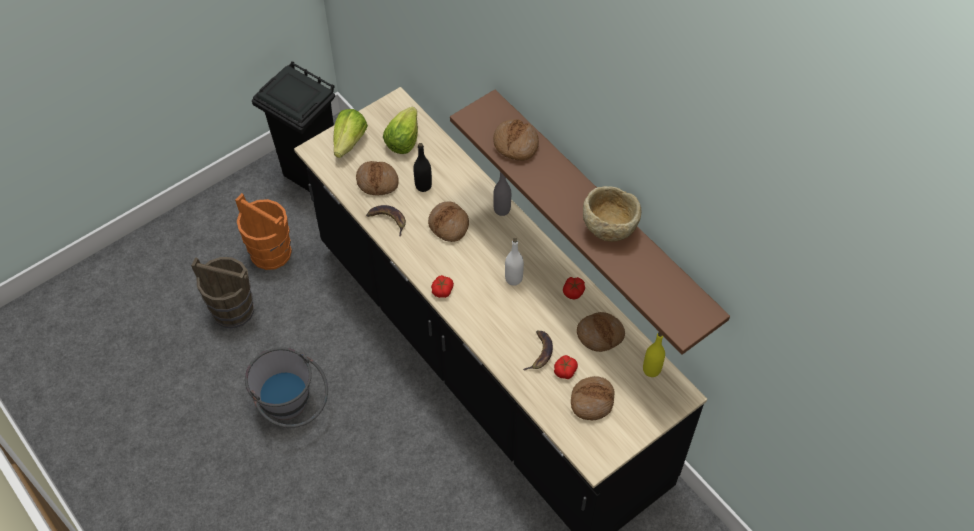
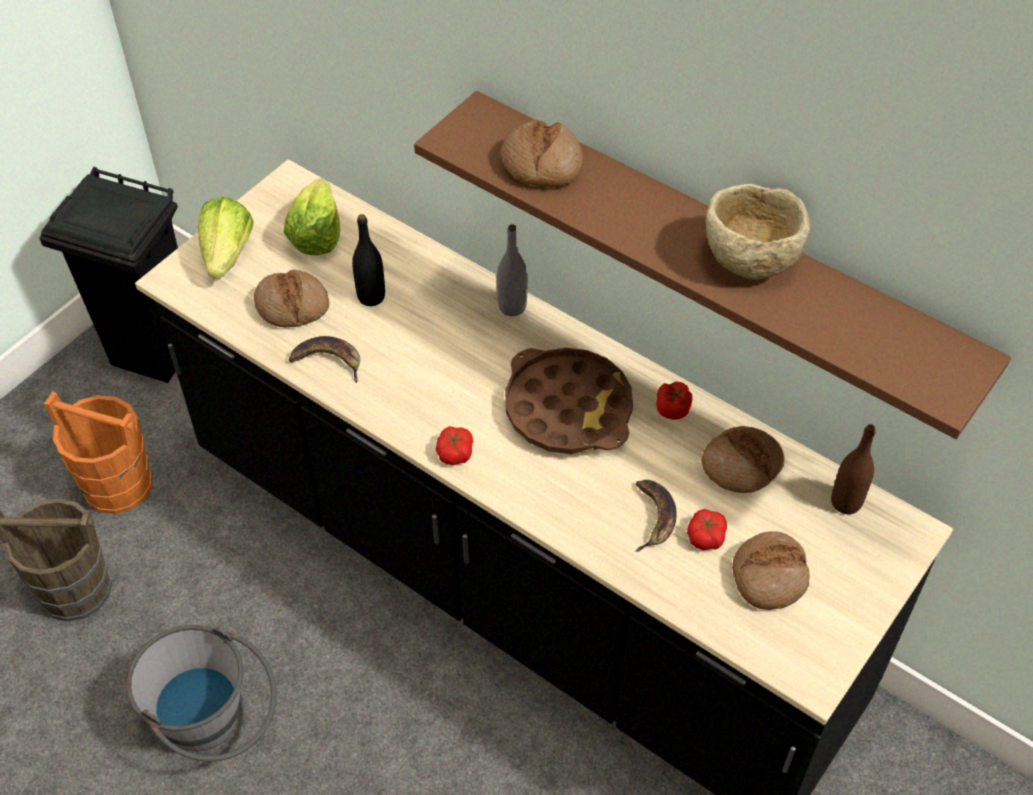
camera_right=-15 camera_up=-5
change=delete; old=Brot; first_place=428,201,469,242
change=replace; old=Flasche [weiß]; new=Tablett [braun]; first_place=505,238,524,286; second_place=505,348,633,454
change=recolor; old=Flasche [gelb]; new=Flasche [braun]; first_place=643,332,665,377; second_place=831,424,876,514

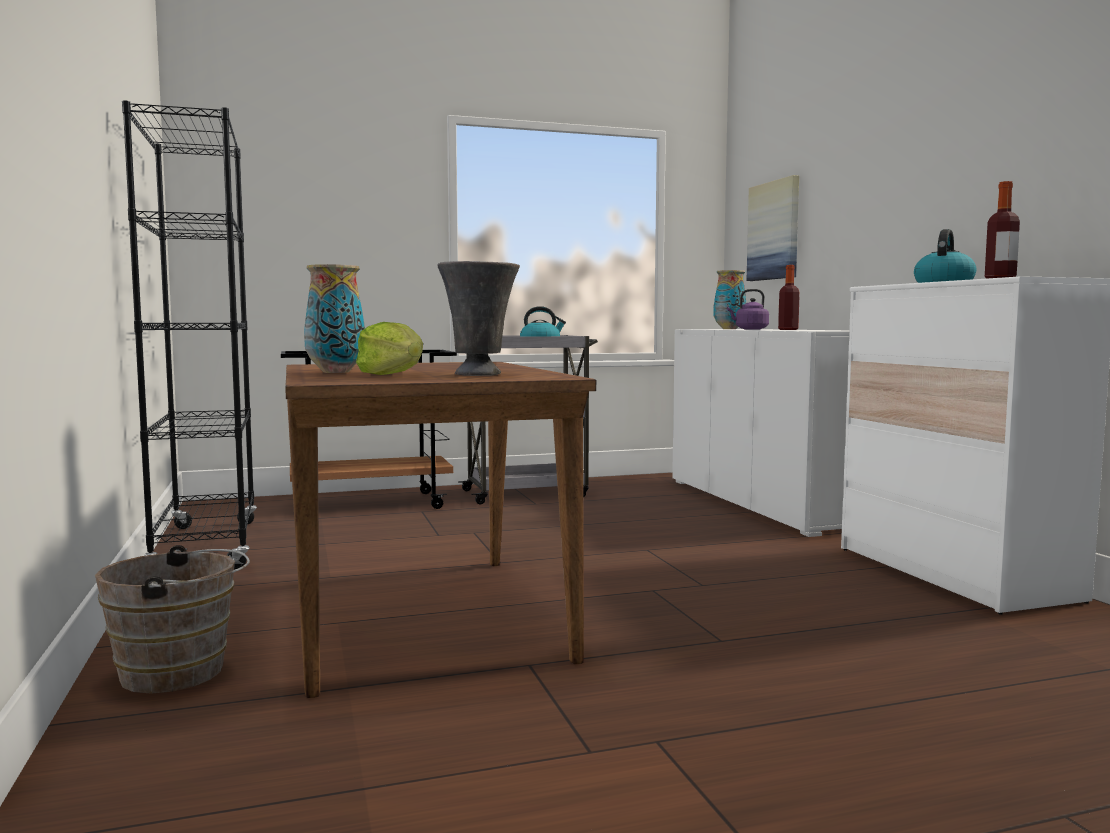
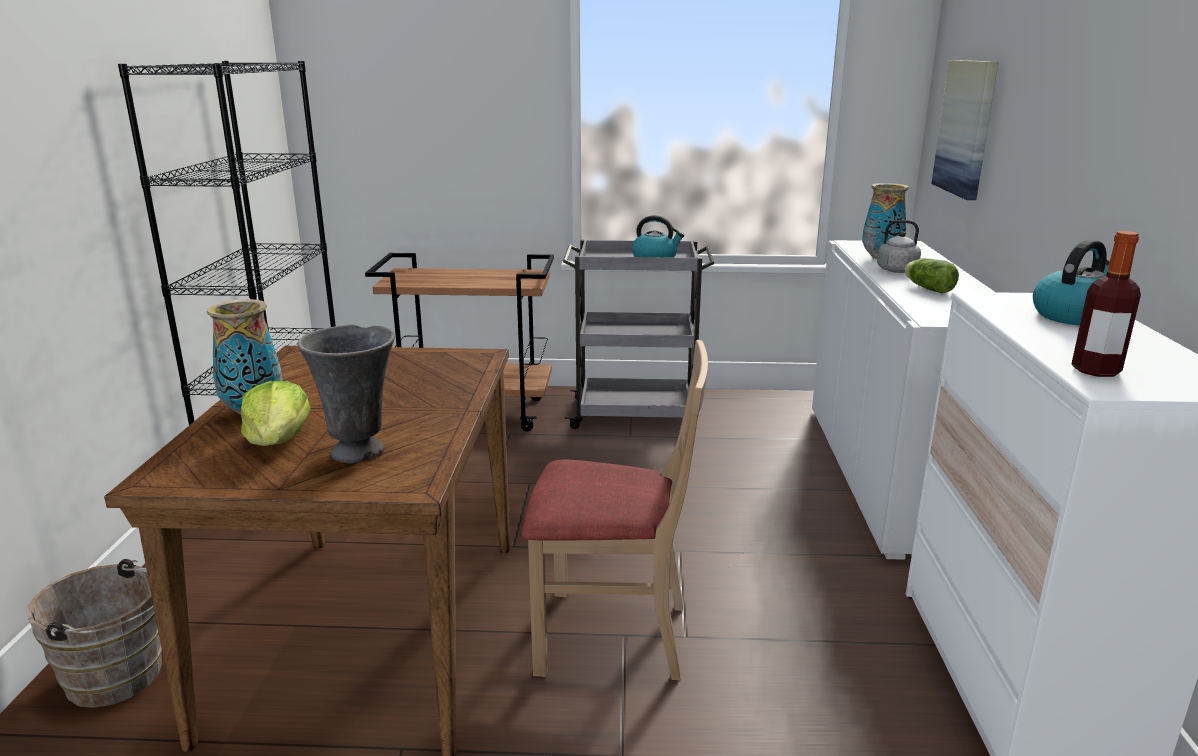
camera_right=20 camera_up=15
change=insert; new=Stuhl [beige]; second_place=522,340,708,680
change=replace; old=Flasche; new=Salatkopf; first_place=778,265,800,330; second_place=904,258,959,294
change=recolor; old=Wasserkessel [lila]; new=Wasserkessel [grau]; first_place=727,289,769,330; second_place=867,220,921,273

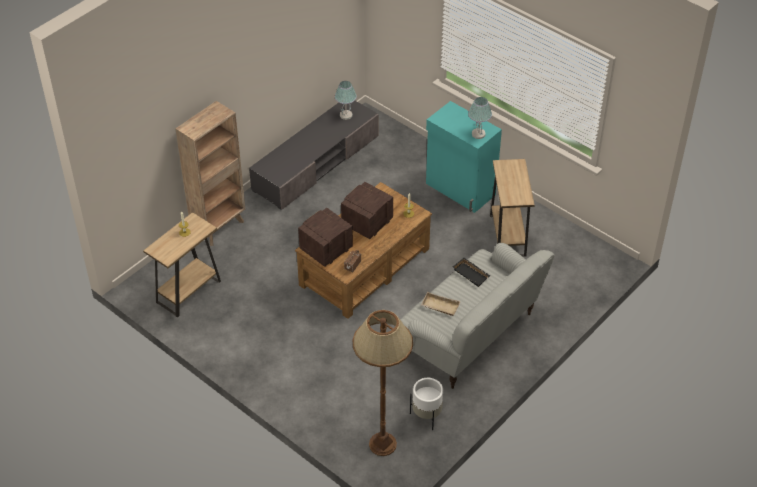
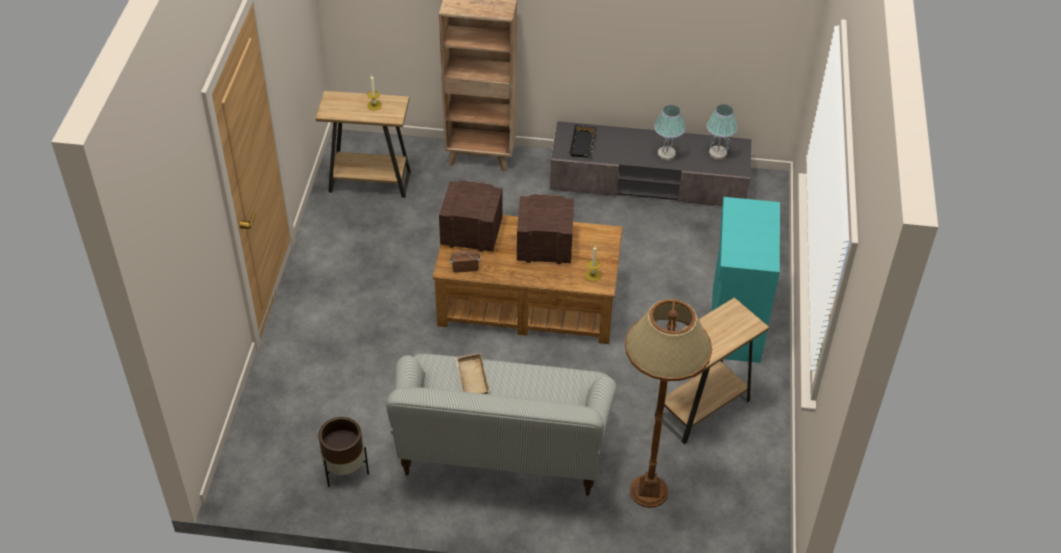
camera_right=55 camera_up=0
change=move; old=Stehlampe [braun]; first_place=353,310,413,456; second_place=625,299,712,508
change=move; old=Tablett [schwarz]; first_place=453,258,490,287; second_place=569,124,597,158
change=move; old=Tischlampe; first_place=468,97,492,139; second_place=654,105,685,161
change=recolor; old=Pflanzkübel [weiß]; new=Pflanzkübel [braun]; first_place=410,378,443,430; second_place=318,417,369,487

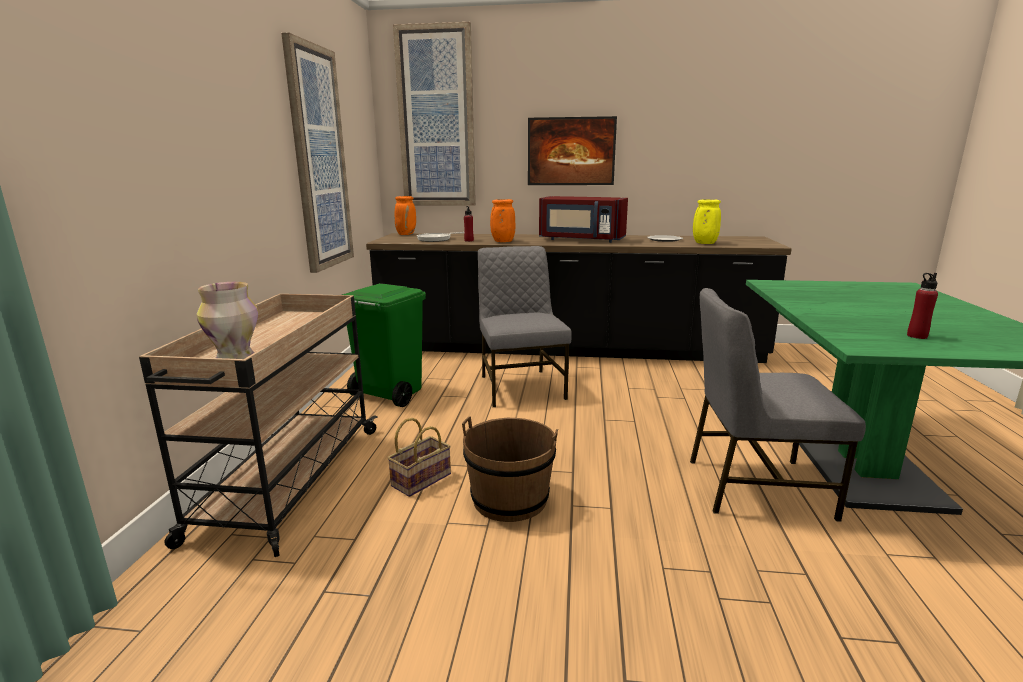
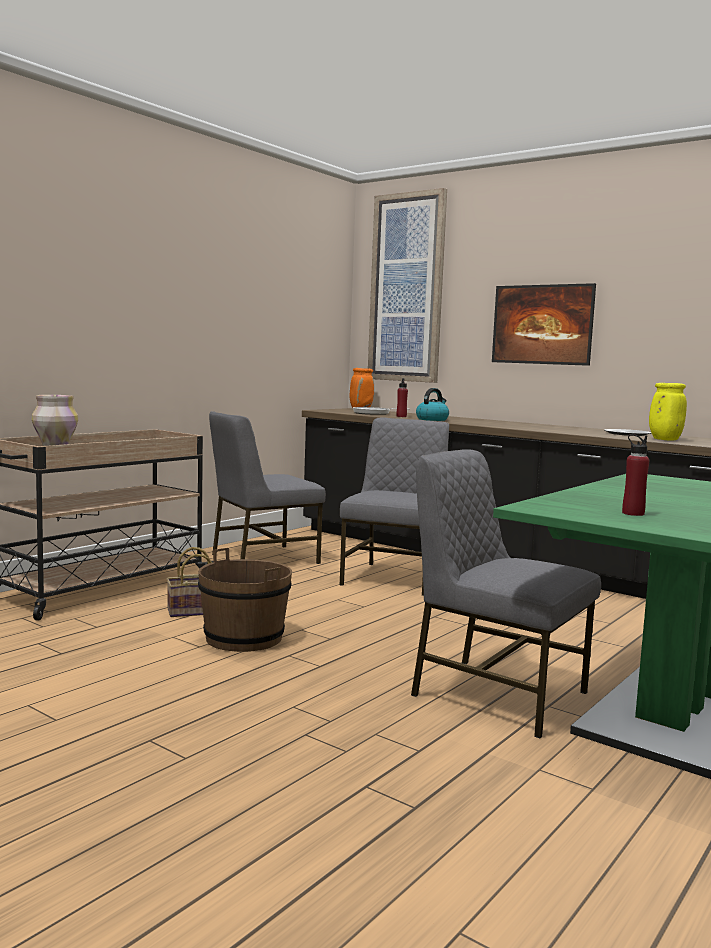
camera_right=30 camera_up=-10
change=delete; old=Bild; first_place=281,33,354,273
change=delete; old=Mikrowelle [rot]; first_place=539,196,628,243
change=replace; old=Mülleimer [grün]; new=Stuhl [grau]; first_place=342,283,426,407; second_place=209,411,326,564
change=replace; old=Vase [orange]; new=Wasserkessel; first_place=490,199,515,242; second_place=416,388,449,421

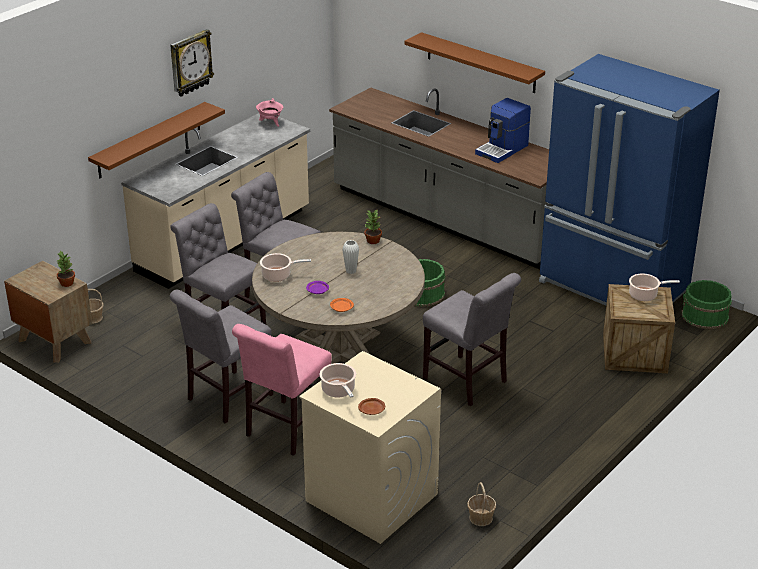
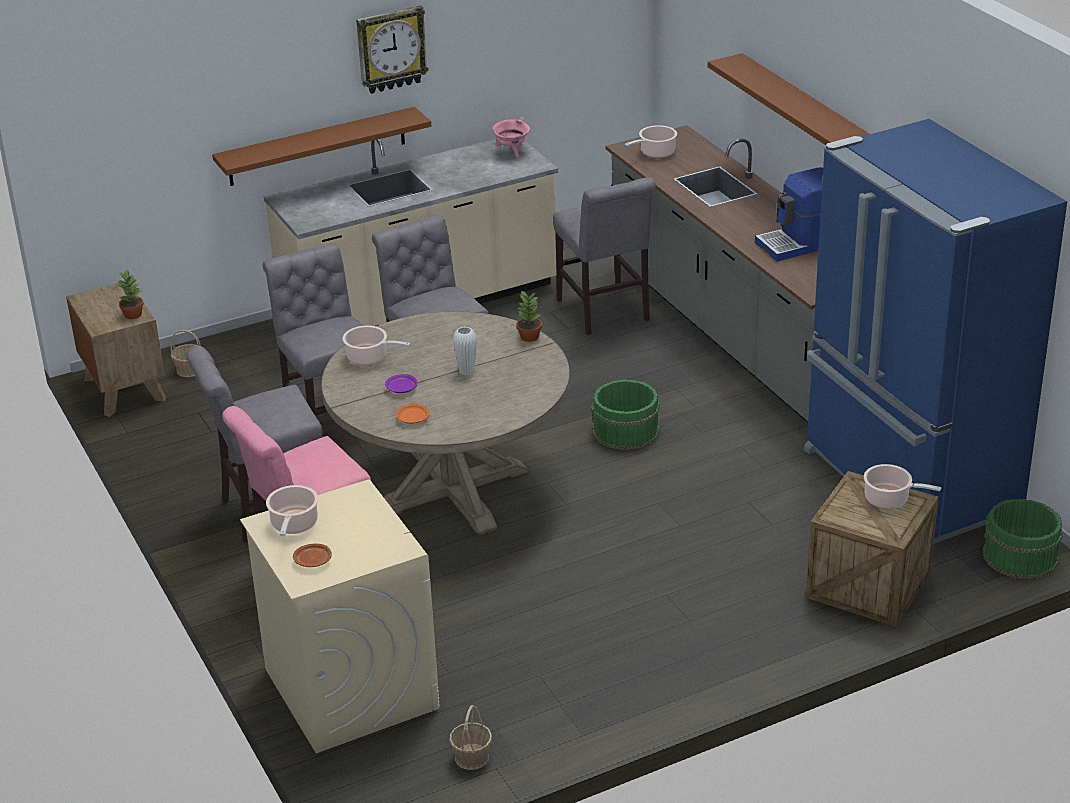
camera_right=25 camera_up=0
change=insert; new=Kochtopf; second_place=625,125,677,158
change=move; old=Stuhl [grau]; first_place=423,273,521,406; second_place=553,177,656,335

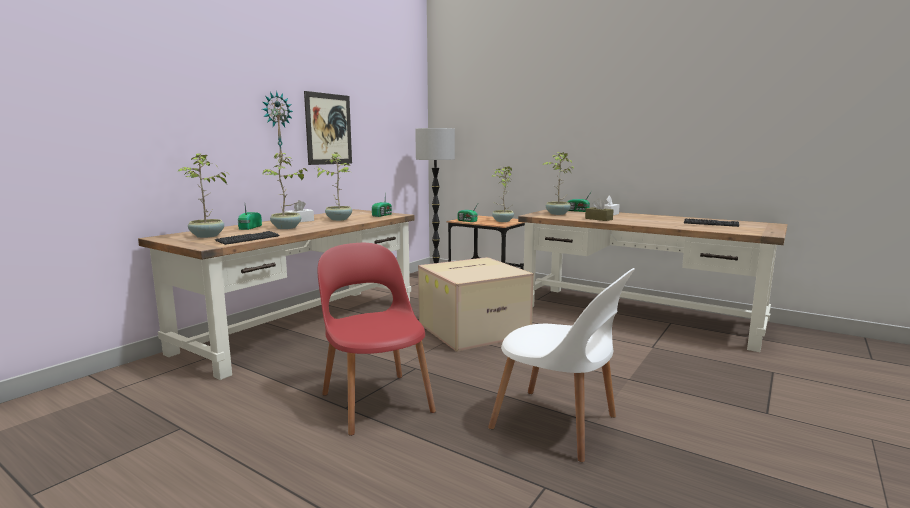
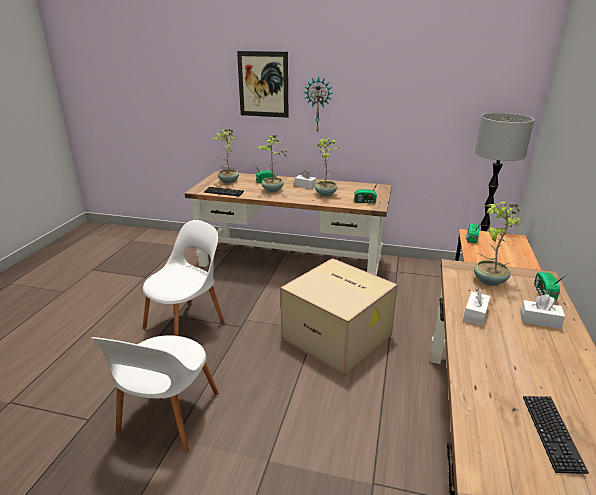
camera_right=70 camera_up=15
change=delete; old=Topfpflanze; first_place=491,166,514,222
change=move; old=Bild; first_place=304,91,352,165; second_place=237,51,288,118
change=recolor; old=Stuhl [rot]; new=Stuhl [weiß]; first_place=317,243,436,436; second_place=143,220,225,336
change=recolor; old=Taschentuchbox [braun]; new=Taschentuchbox [weiß]; first_place=585,199,613,221; second_place=463,288,490,326

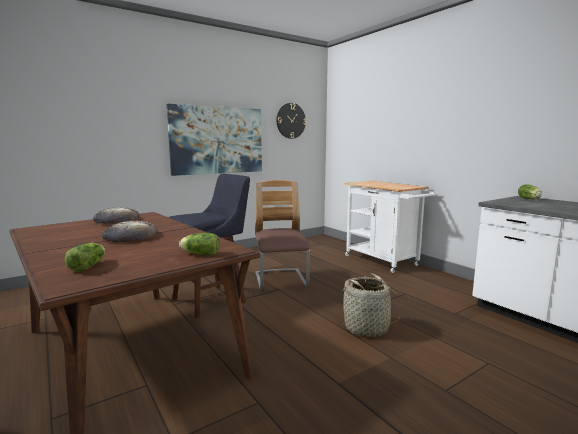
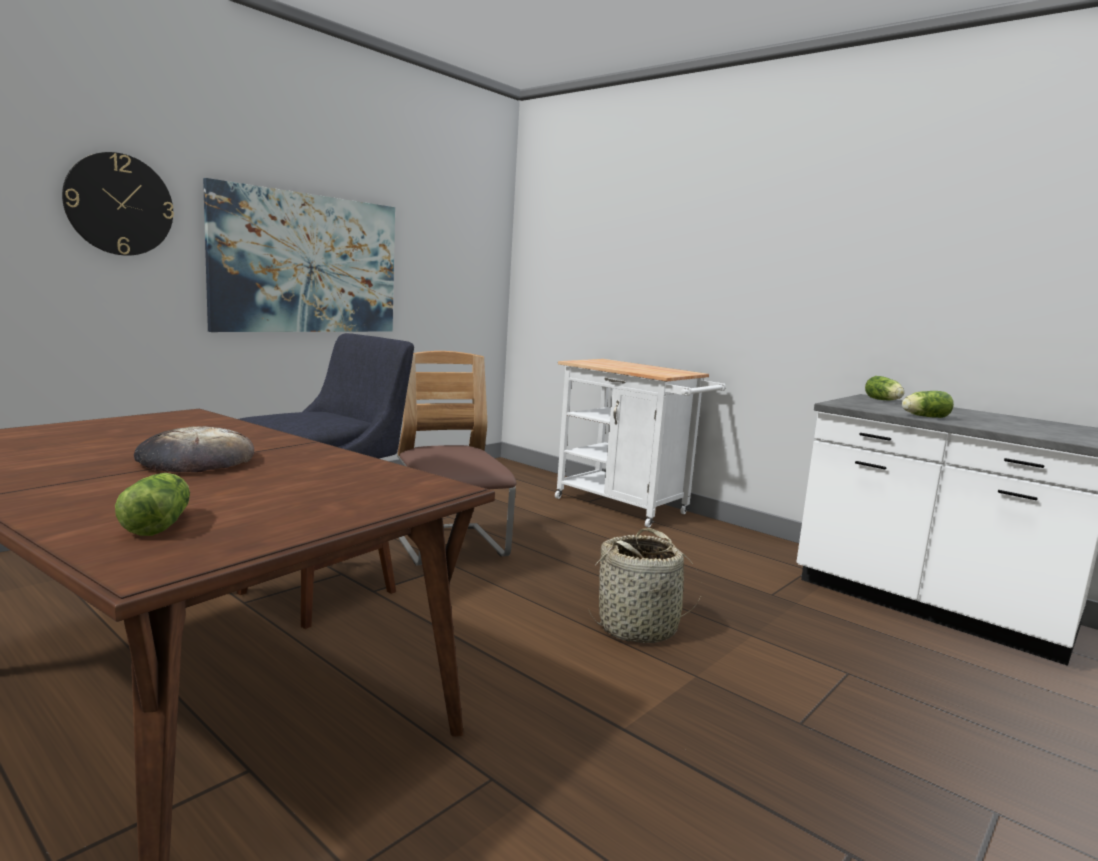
camera_right=-15 camera_up=0
change=delete; old=Brot; first_place=93,207,139,224
change=move; old=Salatkopf; first_place=179,233,219,255; second_place=902,391,954,418
change=move; old=Wanduhr; first_place=276,103,306,139; second_place=62,152,174,256

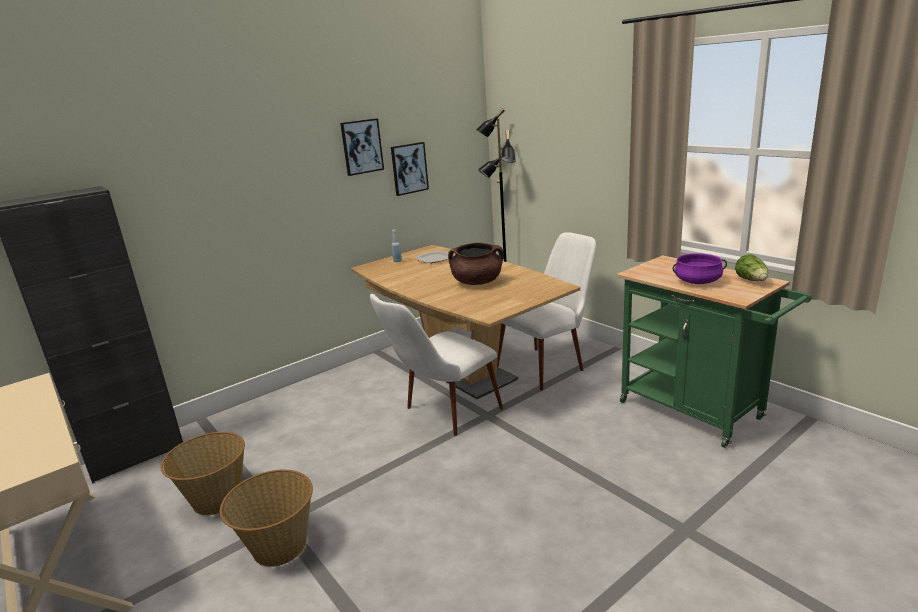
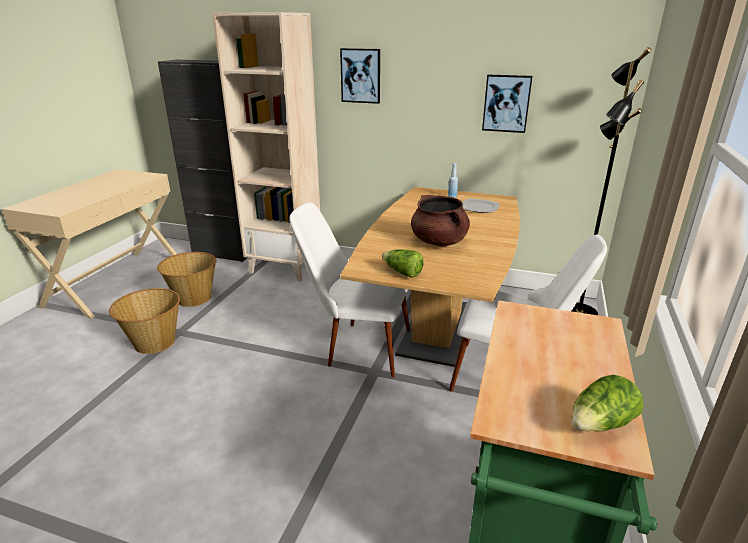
camera_right=55 camera_up=5
change=delete; old=Kochtopf [lila]; first_place=672,253,727,284
change=insert; new=Bücherregal [beige]; second_place=212,12,320,282
change=insert; new=Salatkopf; second_place=382,249,424,278
change=move; old=Bild; first_place=340,118,384,176; second_place=340,48,380,104

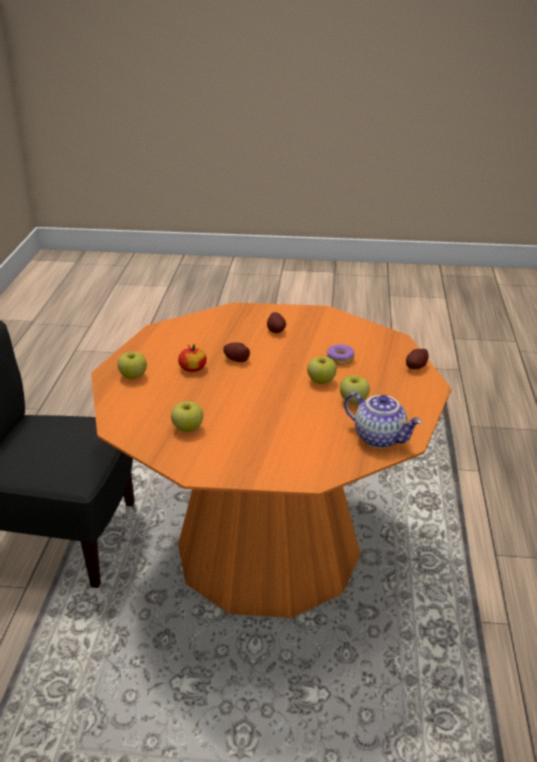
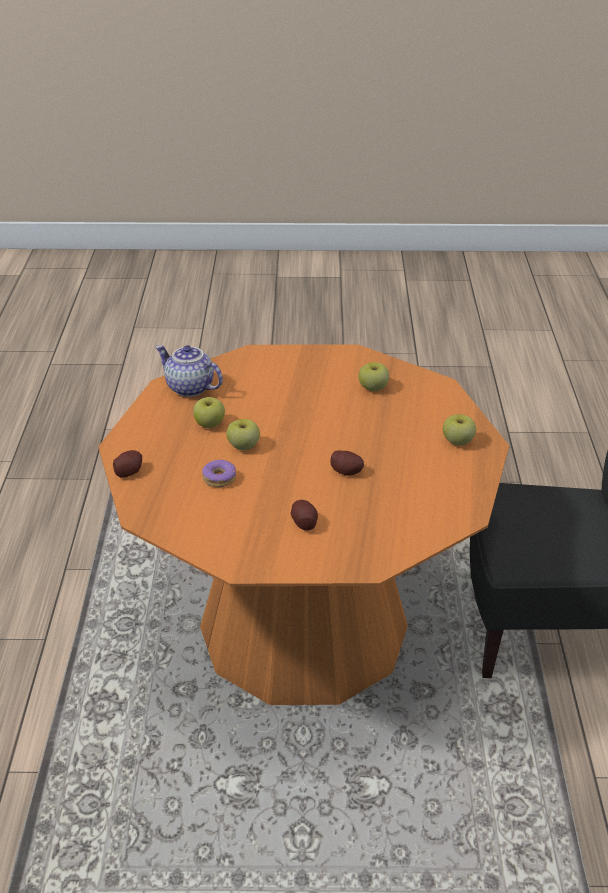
camera_right=175 camera_up=5
change=delete; old=Apfel; first_place=178,345,207,372

